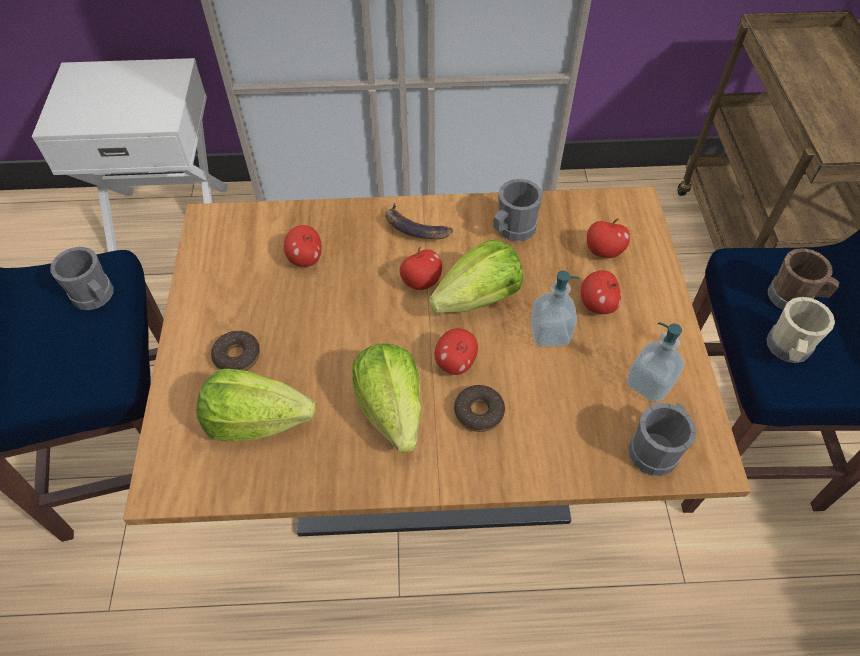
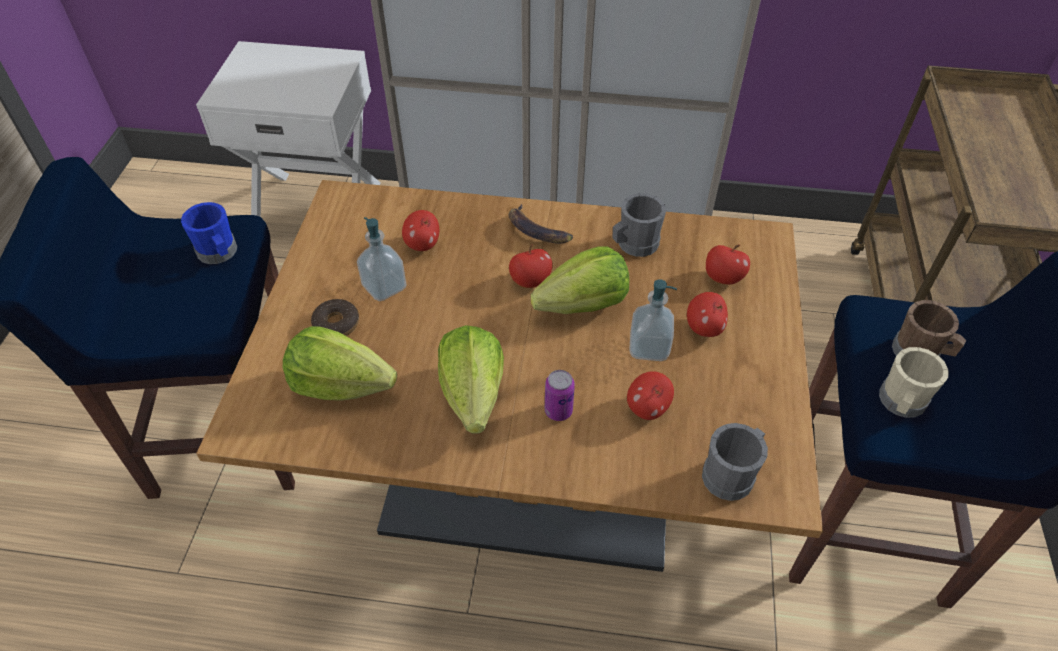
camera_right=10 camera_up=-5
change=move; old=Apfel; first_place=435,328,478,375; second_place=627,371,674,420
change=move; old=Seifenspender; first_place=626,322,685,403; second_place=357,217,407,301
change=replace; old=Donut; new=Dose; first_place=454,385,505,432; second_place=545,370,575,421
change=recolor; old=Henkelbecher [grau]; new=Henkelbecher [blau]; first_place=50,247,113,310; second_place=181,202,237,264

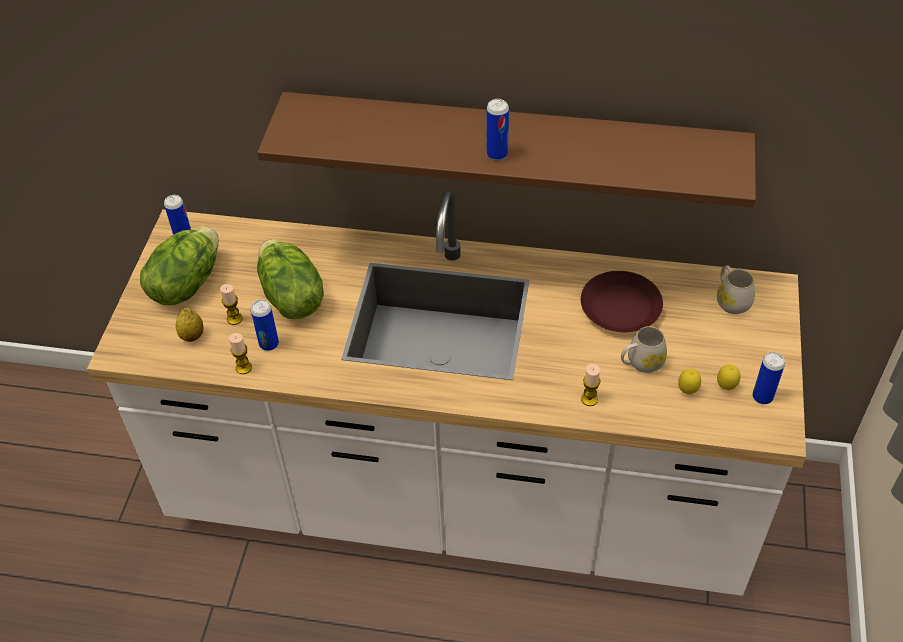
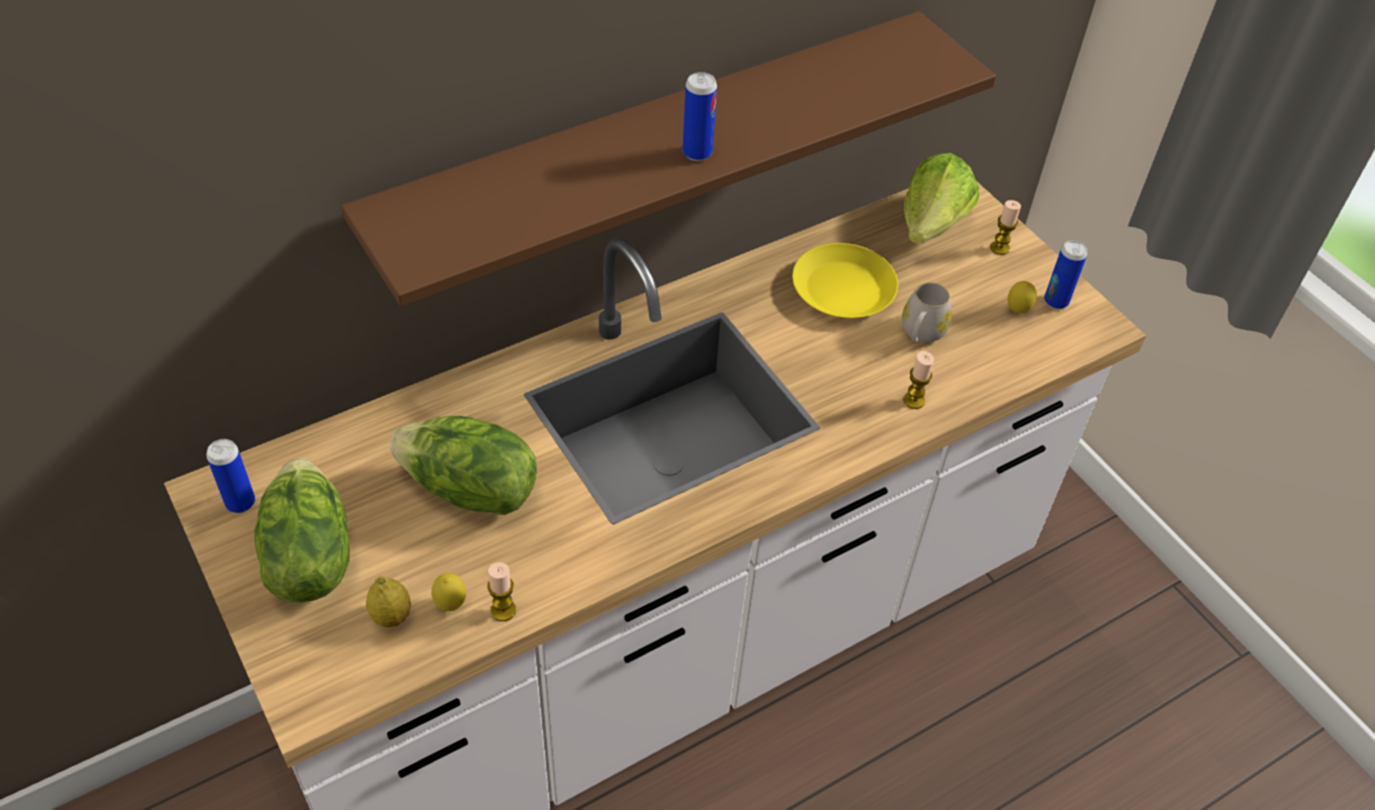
camera_right=-45 camera_up=0
change=delete; old=Dose; first_place=251,300,279,351
change=move; old=Kerze; first_place=220,284,243,325; second_place=990,200,1021,255
change=move; old=Zitrone; first_place=678,369,701,394; second_place=431,573,466,611
change=replace; old=Henkelbecher [weiß]; new=Salatkopf; first_place=717,265,755,314; second_place=904,153,979,244
change=recolor; old=Teller [braun]; new=Teller [gelb]; first_place=581,271,663,332; second_place=792,243,898,318

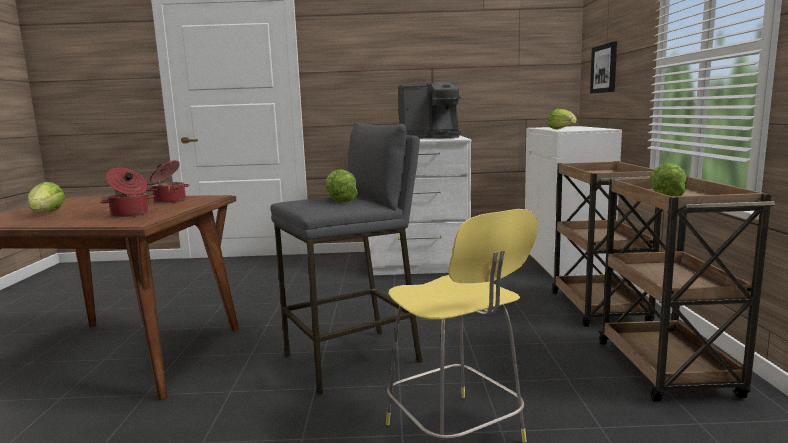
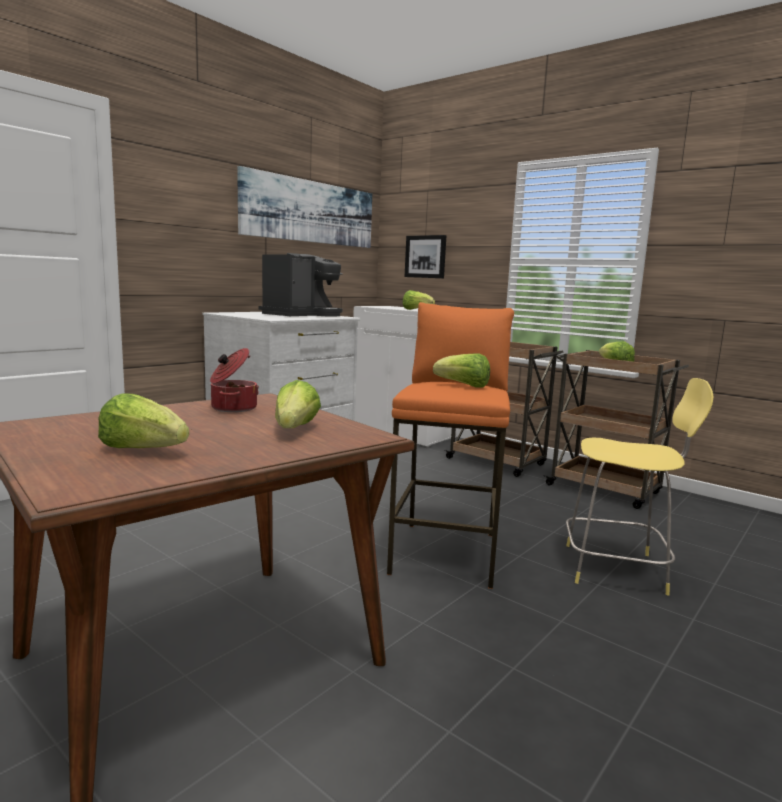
camera_right=-50 camera_up=0
change=insert; new=Bild; second_place=237,166,372,248
change=replace; old=Kochtopf; new=Salatkopf; first_place=100,168,155,217; second_place=275,380,321,428
change=recolor; old=Hocker [grau]; new=Hocker [orange]; first_place=271,122,422,395; second_place=387,302,514,589

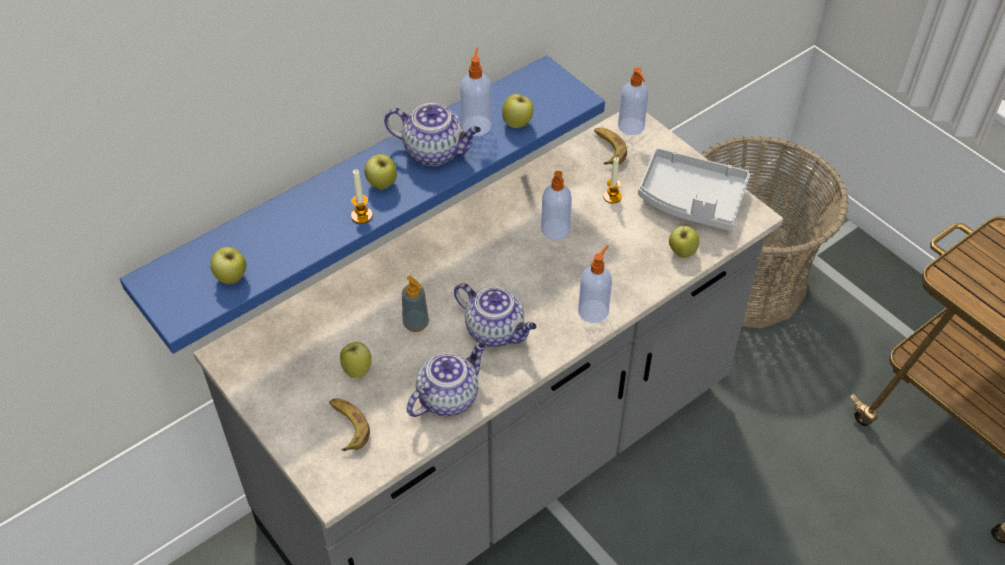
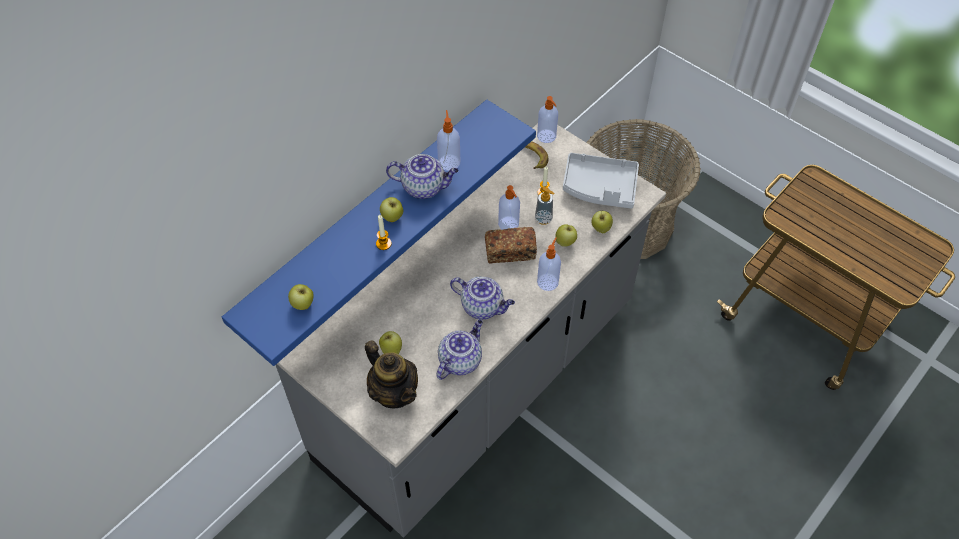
camera_right=-10 camera_up=5
change=insert; new=Brot; second_place=485,227,537,264
change=move; old=Seifenspender; first_place=402,276,429,332; second_place=535,187,555,225
change=move; old=Apfel; first_place=502,94,533,128; second_place=555,224,577,247
change=replace; old=Banane; new=Teekanne; first_place=329,399,370,451; second_place=365,340,418,408

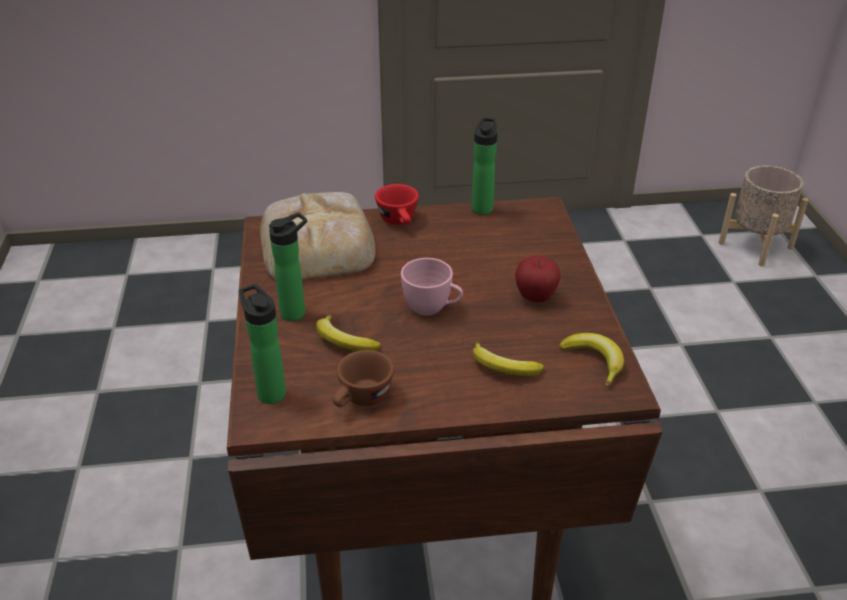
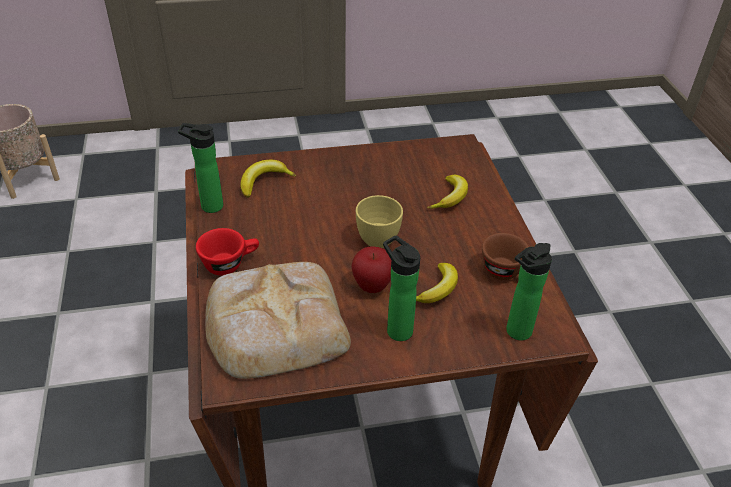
camera_right=-95 camera_up=5
change=move; old=Apfel; first_place=515,255,561,302; second_place=351,246,391,293
change=move; old=Banane; first_place=559,333,624,386; second_place=240,160,296,198
change=recolor; old=Tasse [rosa]; new=Tasse [gelb]; first_place=401,258,463,315; second_place=356,195,403,248

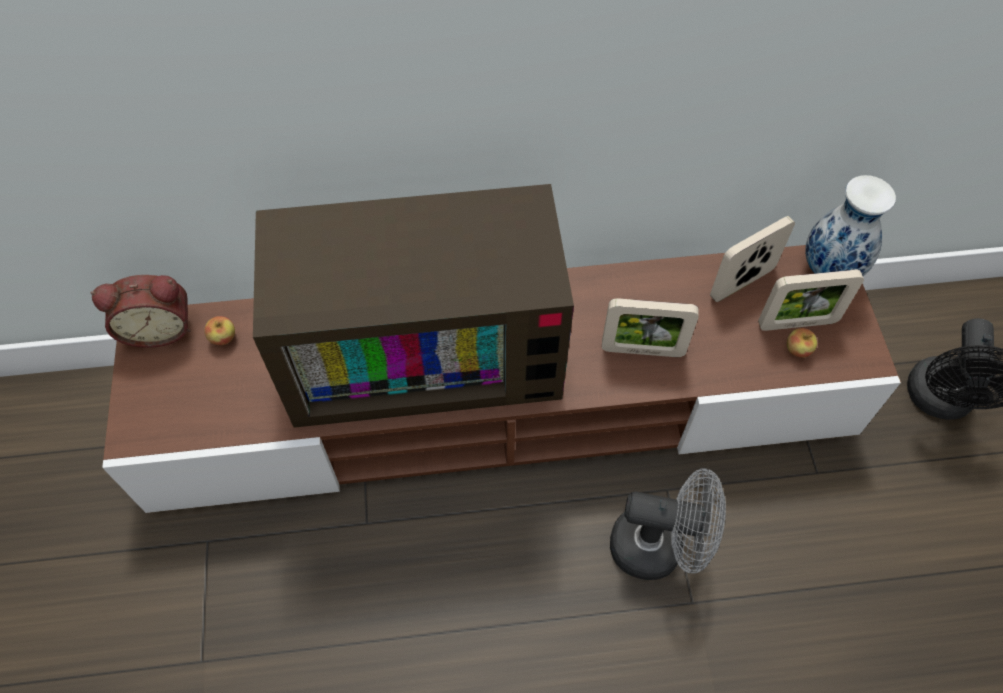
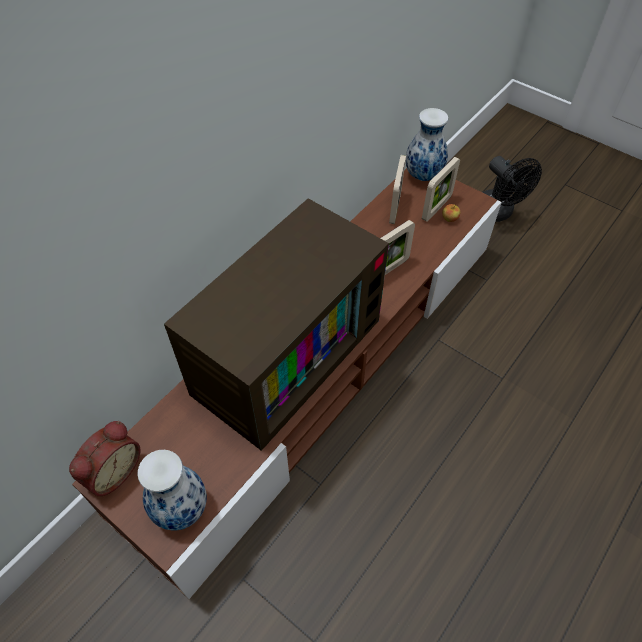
camera_right=-45 camera_up=-5
change=delete; old=Apfel; first_place=204,316,235,345
change=delete; old=Ventilator [grau]; first_place=610,469,726,580
change=insert; new=Vase; second_place=138,450,207,531

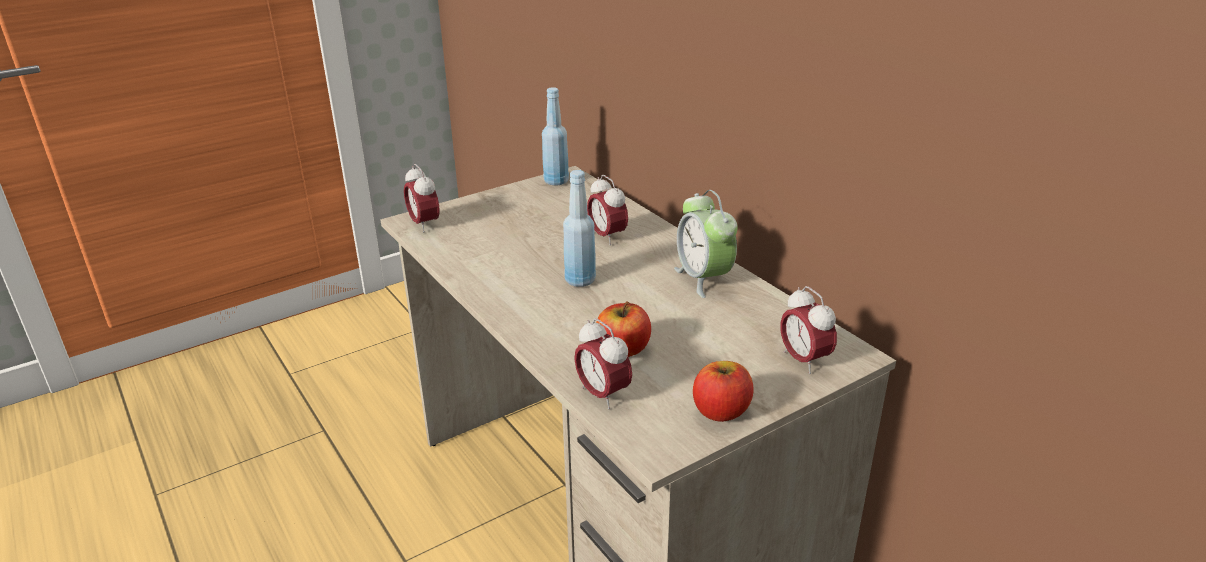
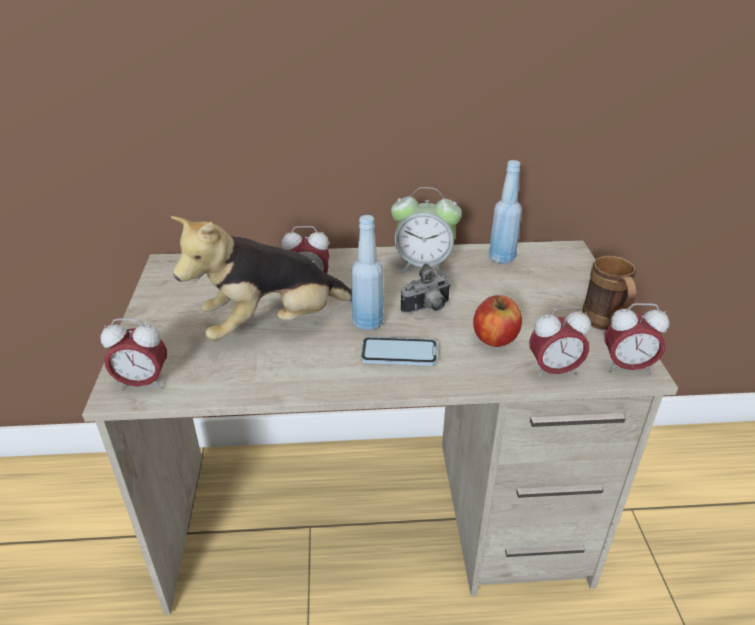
camera_right=-60 camera_up=5
change=insert; new=Plüschtier; second_place=171,216,352,341
change=insert; new=Handy; second_place=361,337,437,366
change=insert; new=Kamera; second_place=400,263,451,314
change=move; old=Flasche [blau]; first_place=542,87,569,186; second_place=489,160,522,264
change=move; old=Wecker; first_place=780,286,837,374; second_place=605,303,669,374
change=replace; old=Apfel; new=Henkelbecher [braun]; first_place=693,361,754,422; second_place=582,256,636,330

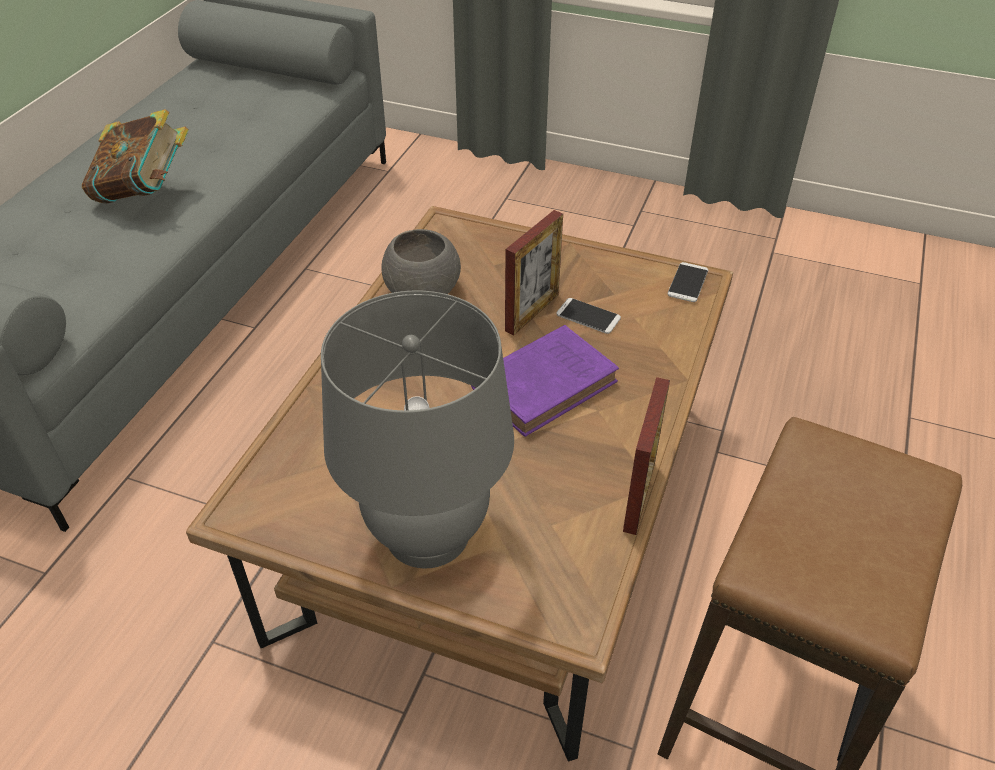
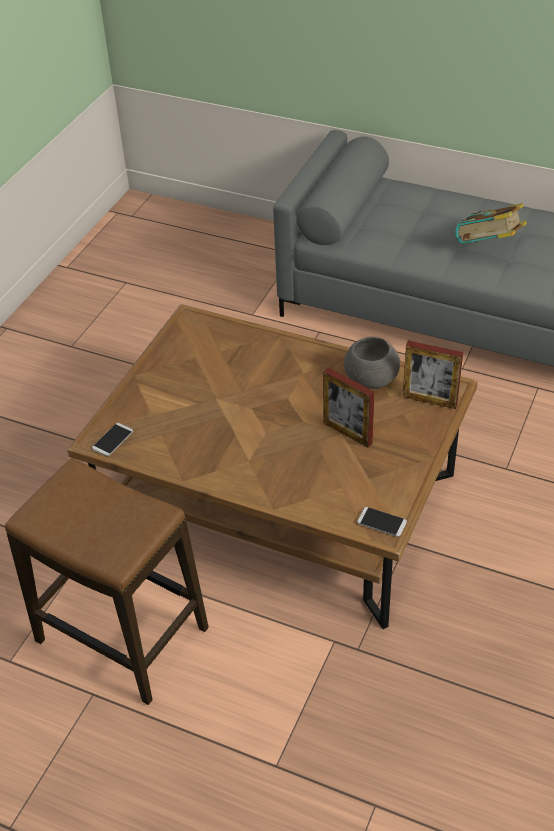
camera_right=95 camera_up=0
change=delete; old=Tischlampe [grau]; first_place=321,291,514,569
change=delete; old=Buch [lila]; first_place=471,325,619,437
change=move; old=Handy; first_place=556,298,621,334; second_place=92,423,133,456
change=move; old=Bilderrahmen; first_place=623,377,670,535; second_place=403,341,463,409

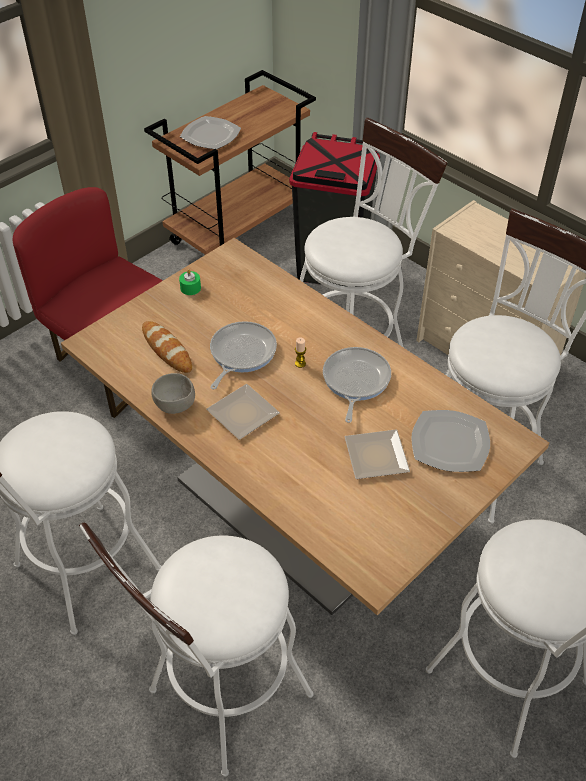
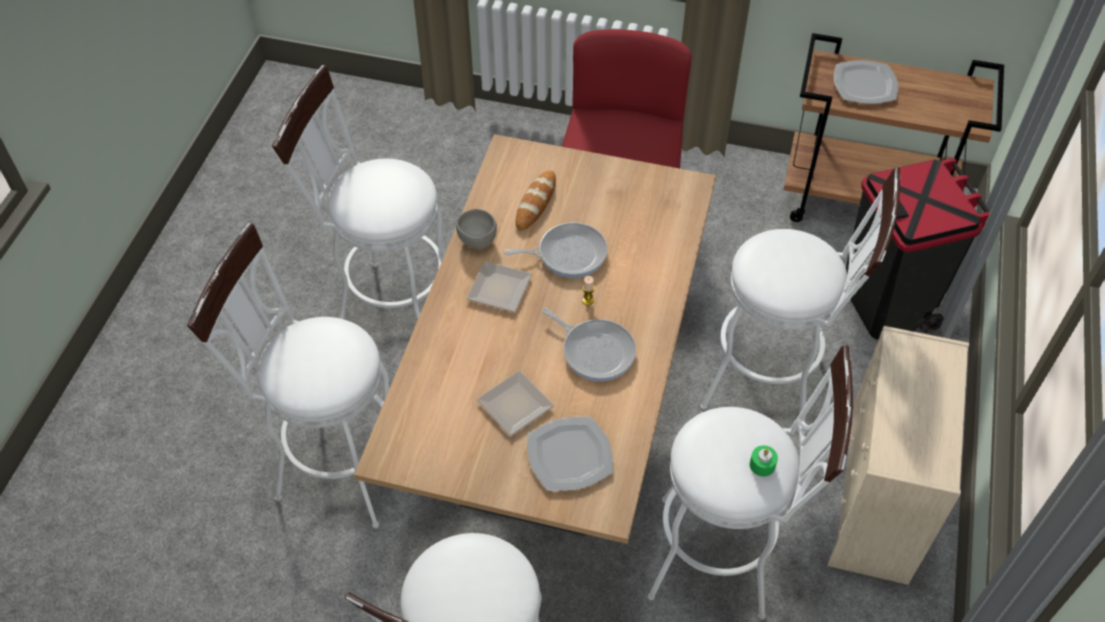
camera_right=60 camera_up=5
change=move; old=Kerze [grün]; first_place=179,269,201,295; second_place=750,445,778,477
change=rotate; old=Pfanne; first_place=323,347,391,423; second_place=542,308,636,381; degrees=60

